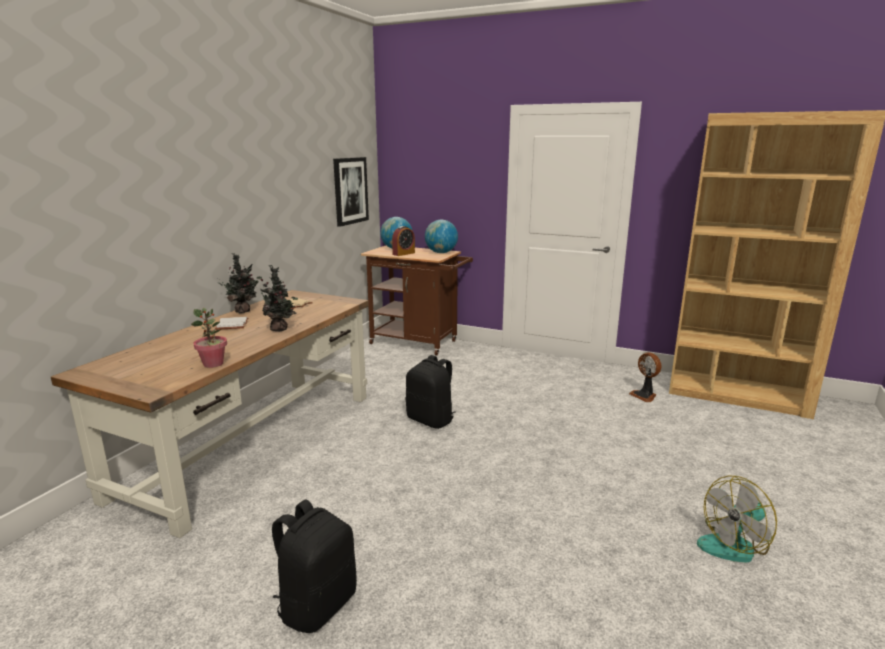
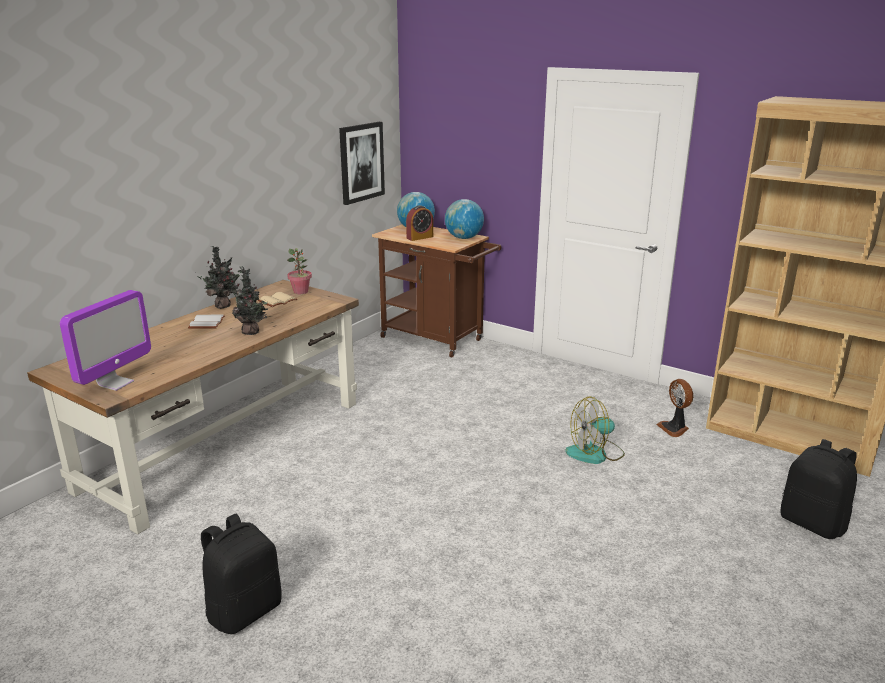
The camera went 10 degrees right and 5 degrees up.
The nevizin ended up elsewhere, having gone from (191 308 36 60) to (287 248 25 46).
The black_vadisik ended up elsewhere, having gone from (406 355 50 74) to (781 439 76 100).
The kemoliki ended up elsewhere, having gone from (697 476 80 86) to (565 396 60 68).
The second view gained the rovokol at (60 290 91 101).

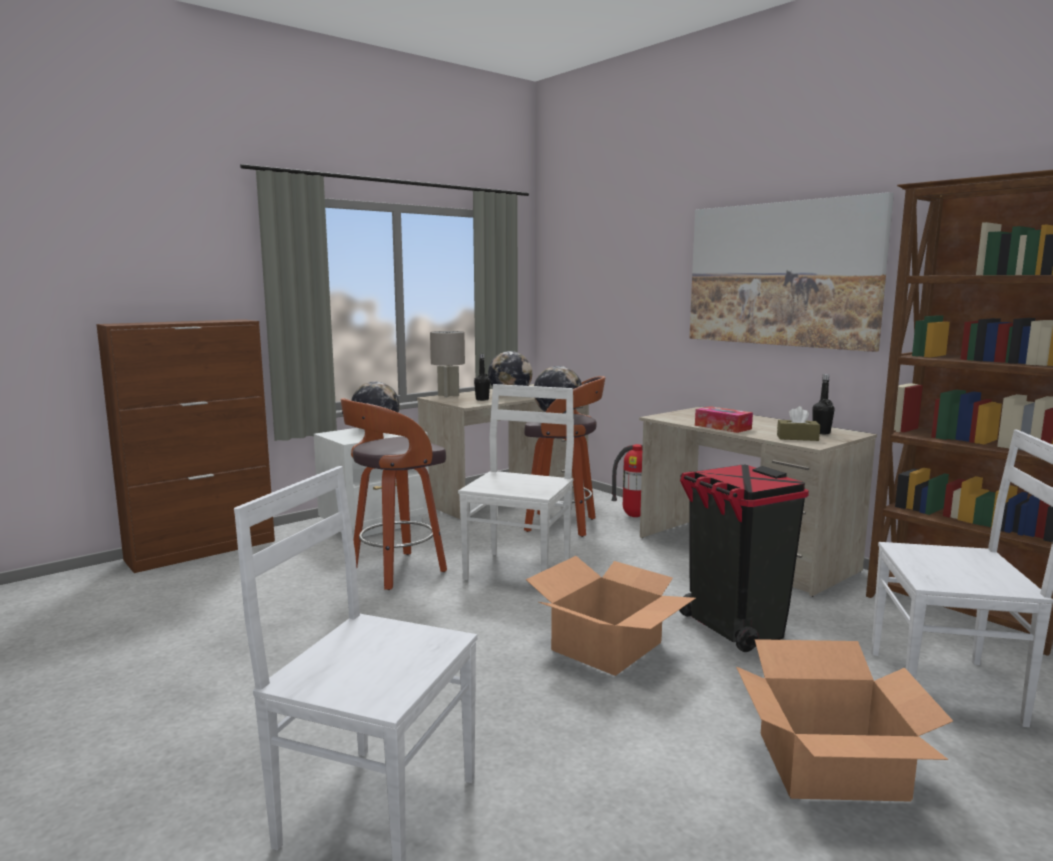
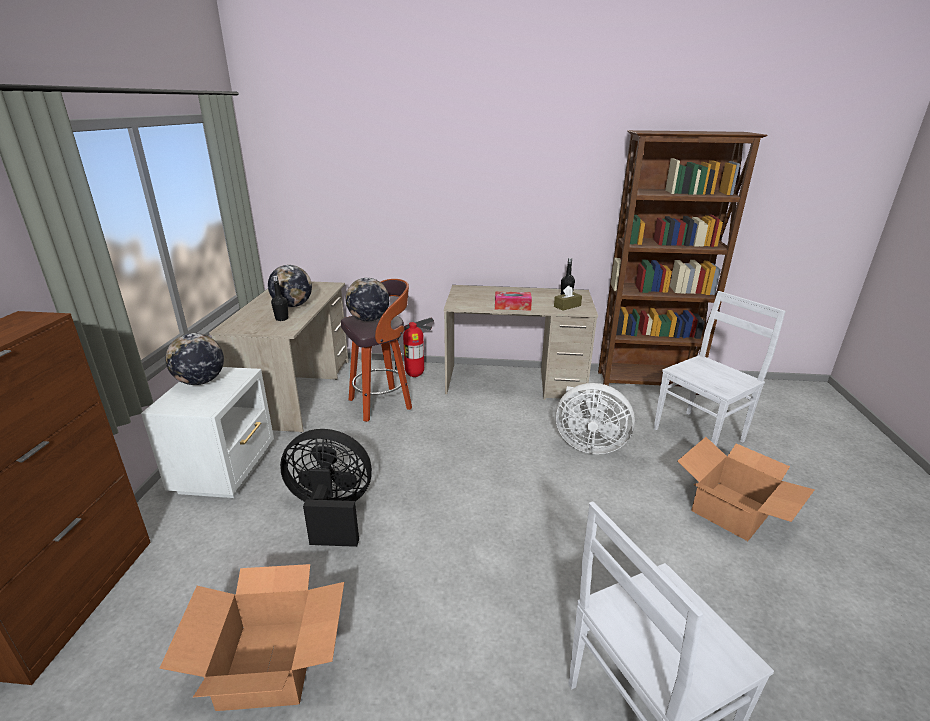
The camera went 45 degrees left and 15 degrees up.
The second view lost the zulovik at (689 192 205 160).
The second view lost the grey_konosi at (430 331 35 66).
The second view lost the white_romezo at (458 384 116 196).
Where the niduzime stood at (341 398 106 192), the black_kemoliki came to stand at (280 429 92 118).
Where the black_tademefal stood at (679 465 130 187), the white_kemoliki came to stand at (556 383 79 71).
The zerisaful ended up elsewhere, having gone from (526 556 170 120) to (159 564 185 147).

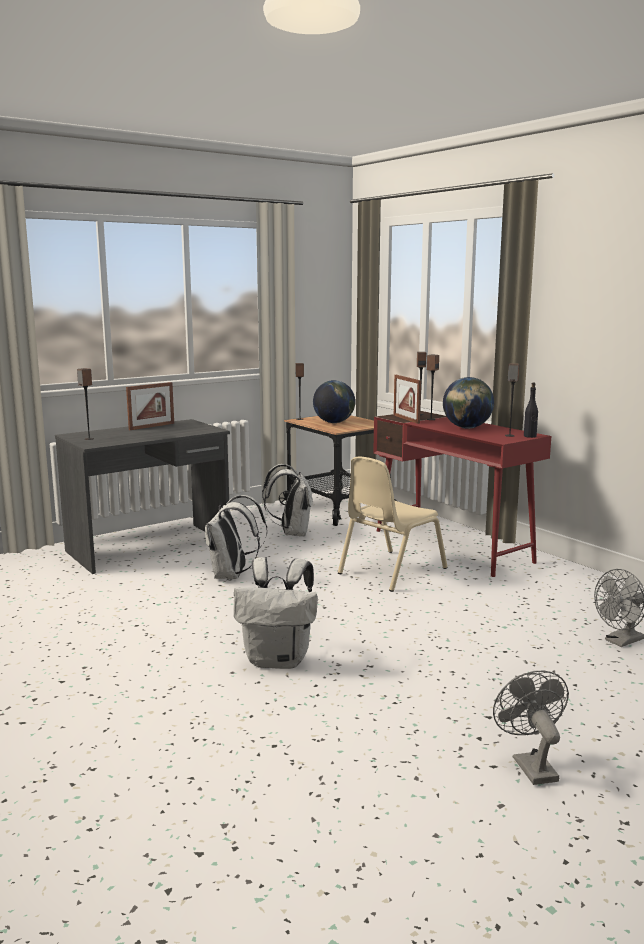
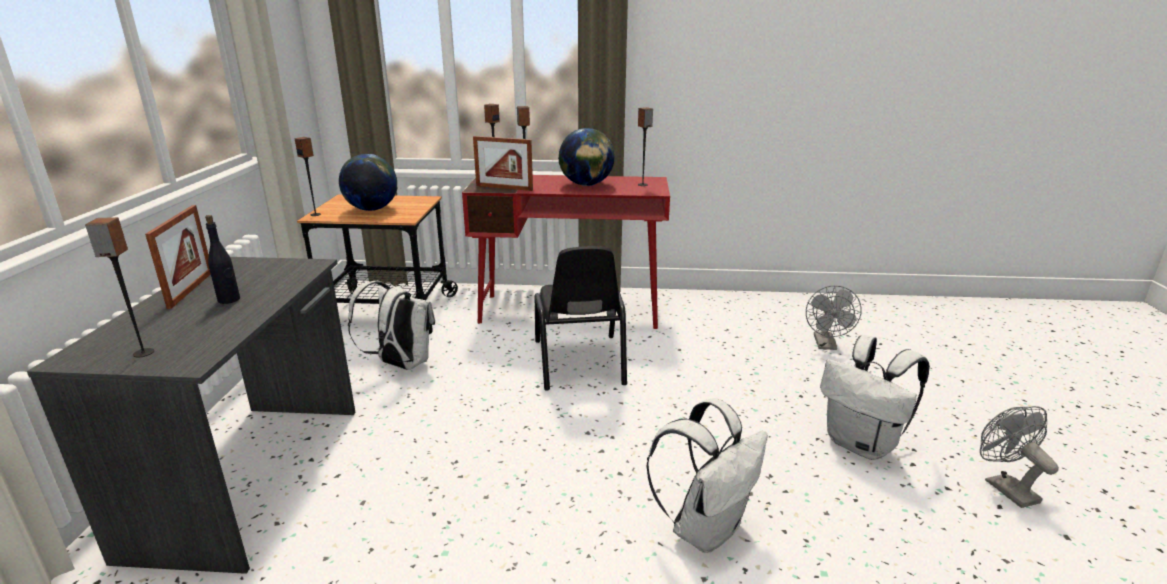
The camera went 50 degrees left and 10 degrees up.
The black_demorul ended up elsewhere, having gone from (524 383 14 55) to (205 215 35 89).
What was the beige_romezo at (338 456 110 136) turned into the black_romezo at (535 246 92 145).
The white_vadisik ended up elsewhere, having gone from (205 495 62 84) to (820 335 110 125).
The grey_kemoliki at (493 670 76 115) ended up facing another way, 45 degrees clockwise from before.

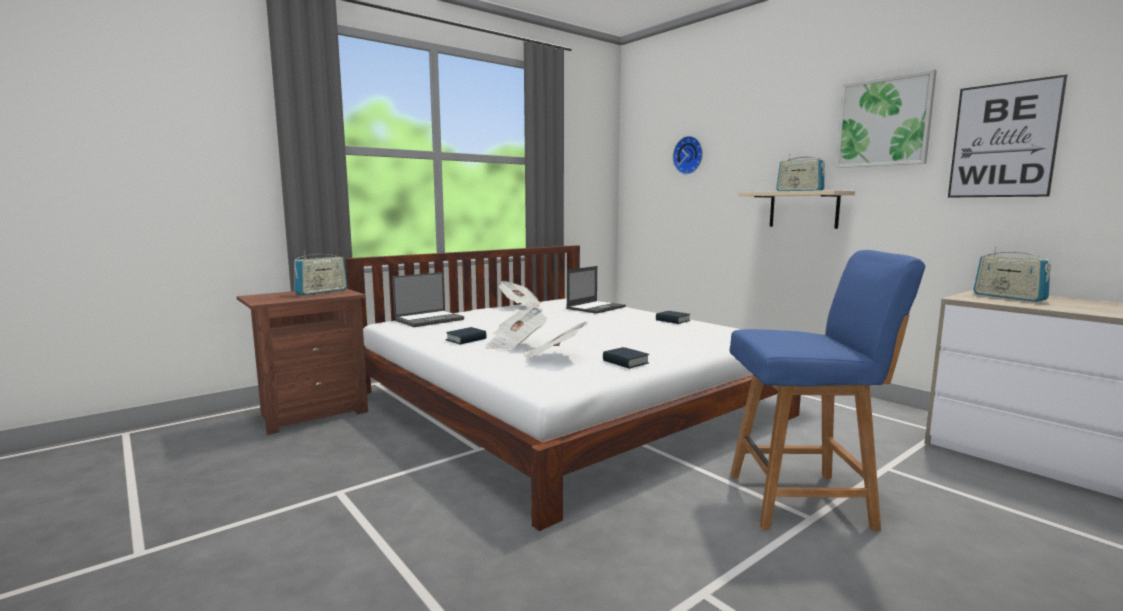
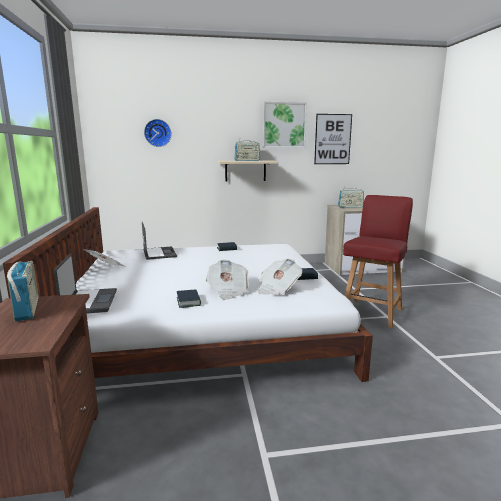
The camera went 60 degrees left and 5 degrees up.
What was the blue_romezo at (730 250 195 281) turned into the red_romezo at (343 195 70 133).

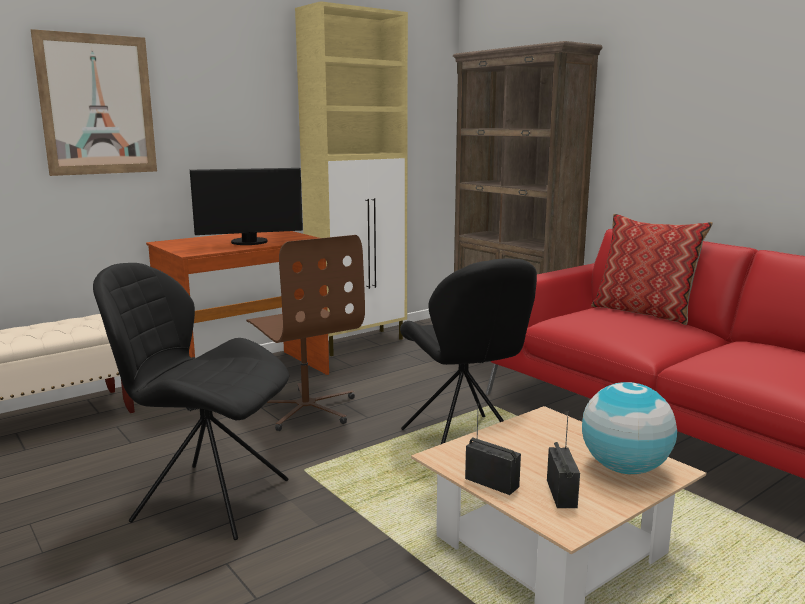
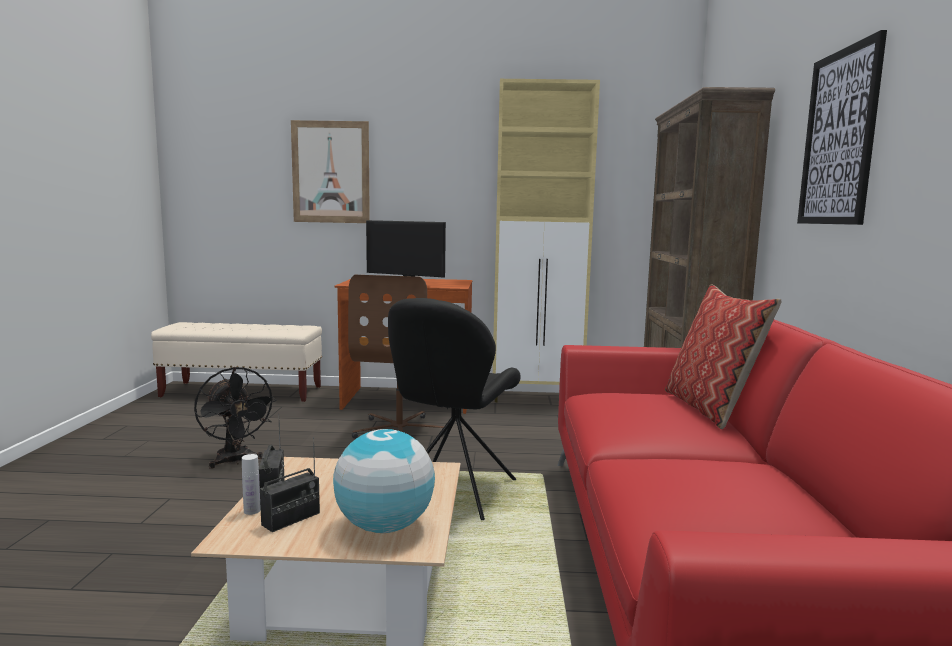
The camera went 40 degrees right and 5 degrees down.
Where the black_romezo stood at (93 263 196 277), the black_kemoliki came to stand at (194 367 82 102).
The second view gained the zulovik at (797 30 90 195).
The second view gained the white_demorul at (242 454 19 61).

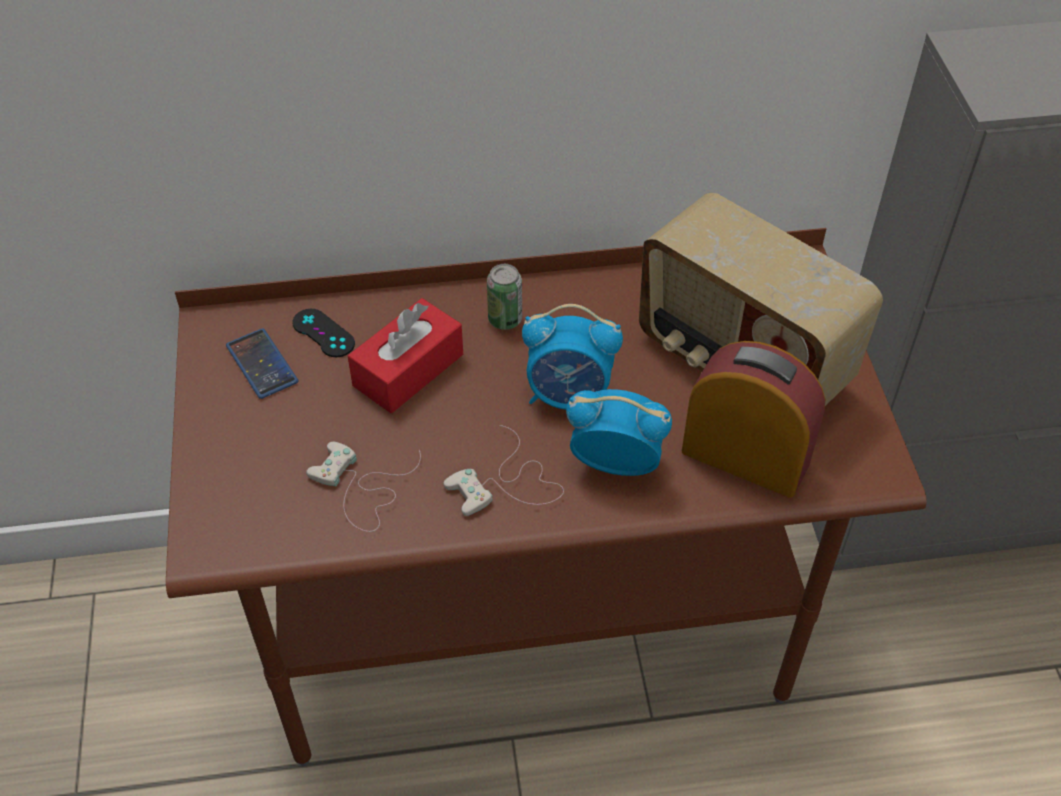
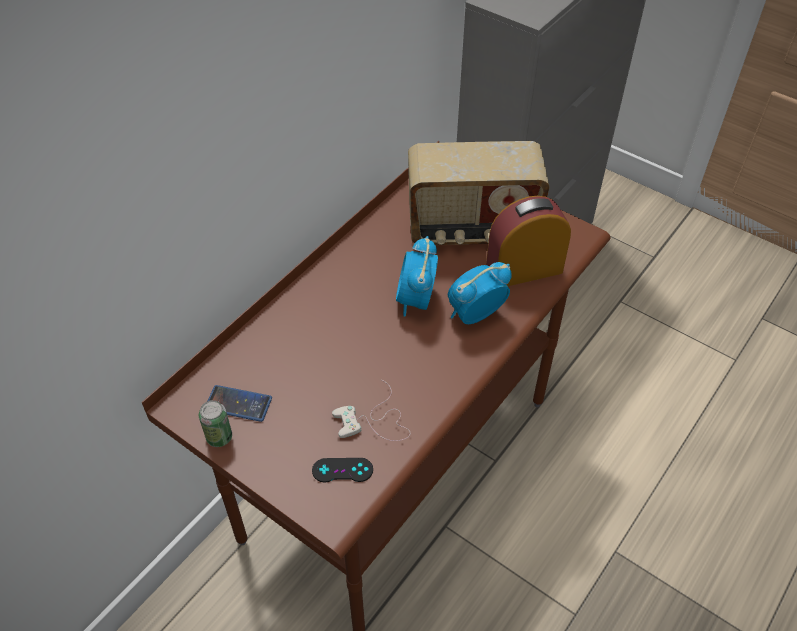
The camera went 45 degrees left and 0 degrees up.
The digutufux ended up elsewhere, having gone from (487 264 35 66) to (199 400 33 47).
The second view lost the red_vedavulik at (348 298 115 115).
The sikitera at (522 304 101 106) ended up facing another way, 135 degrees clockwise from before.
The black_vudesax ended up elsewhere, having gone from (292 309 63 48) to (312 458 61 25).
The second view lost the white_vudesax at (443 425 121 91).

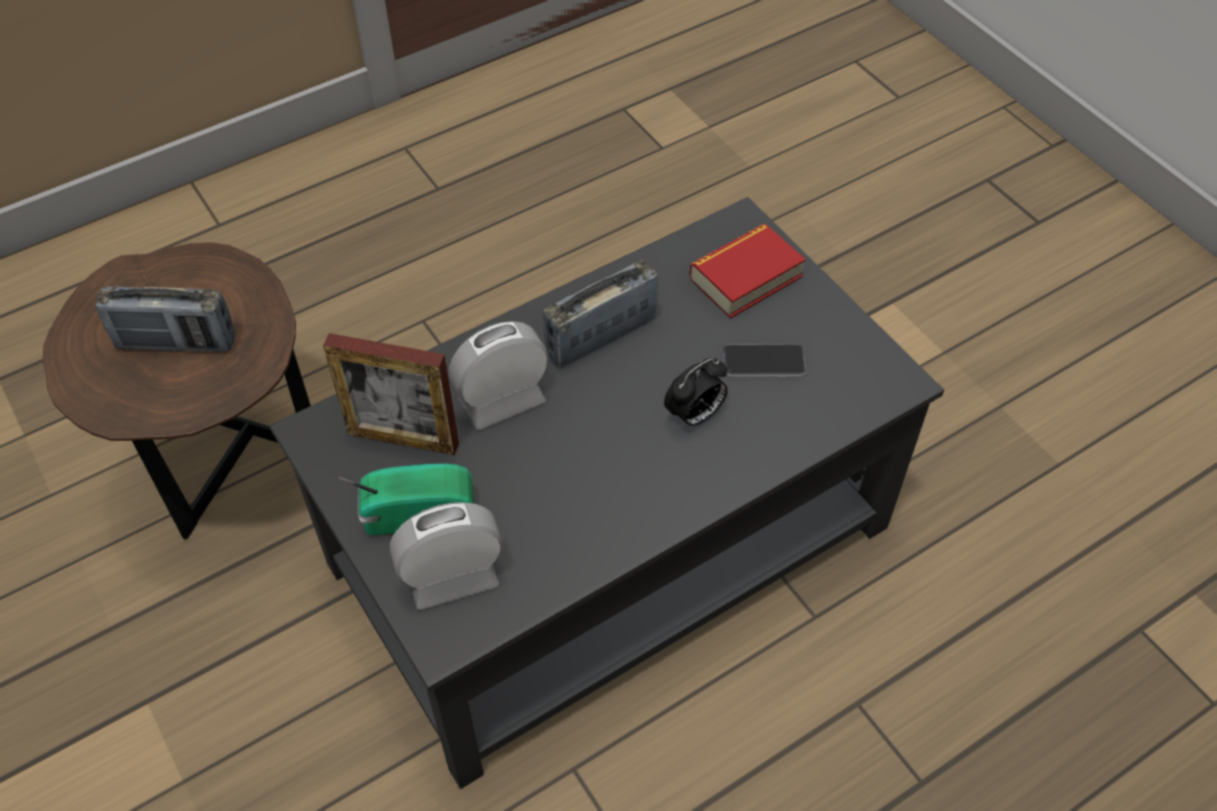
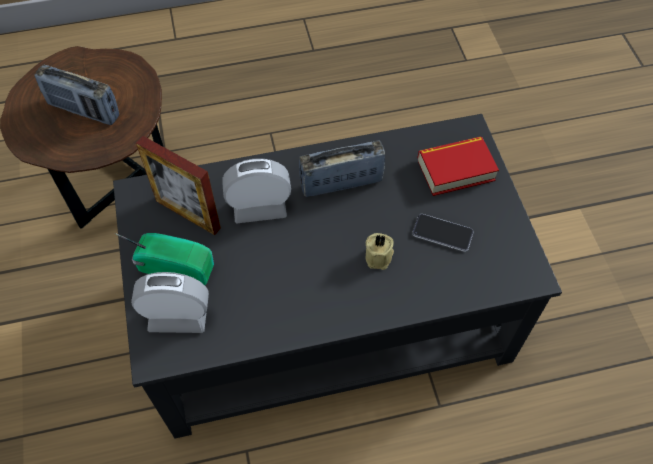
The camera went 20 degrees right and 5 degrees up.
Where the sikitera stood at (664 358 64 70), the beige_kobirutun came to stand at (366 233 28 37).

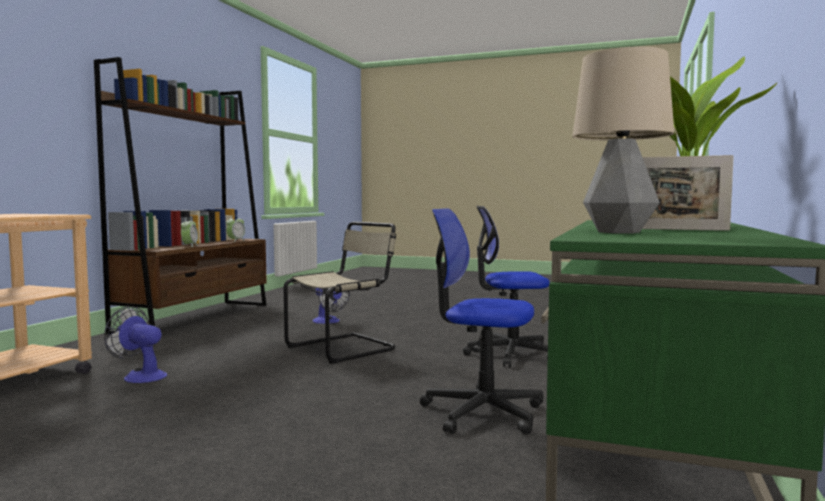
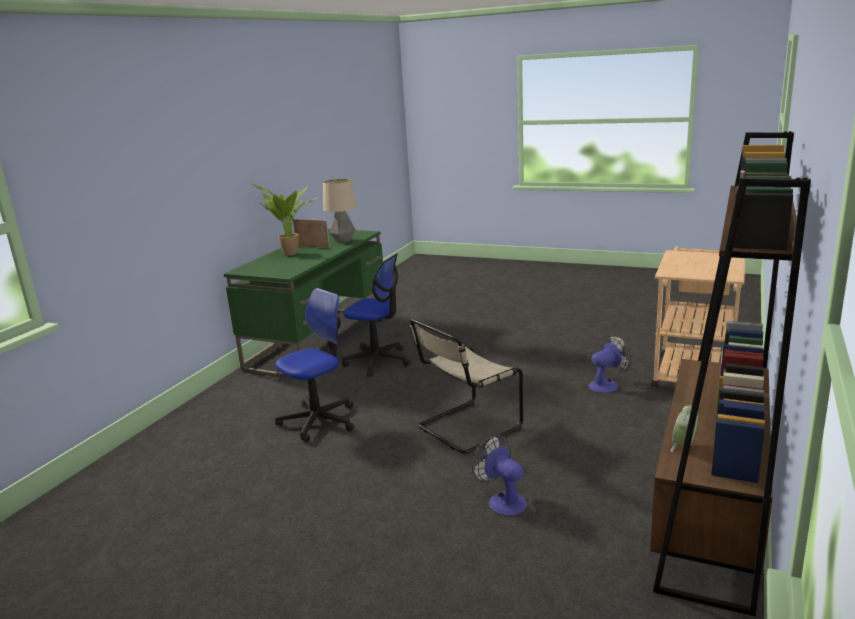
The camera went 175 degrees left and 15 degrees up.
The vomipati at (463 206 87 161) ended up facing another way, 45 degrees counterclockwise from before.
The second view lost the sikitera at (181 218 18 29).
The kemoliki at (104 306 63 77) ended up facing another way, 60 degrees counterclockwise from before.

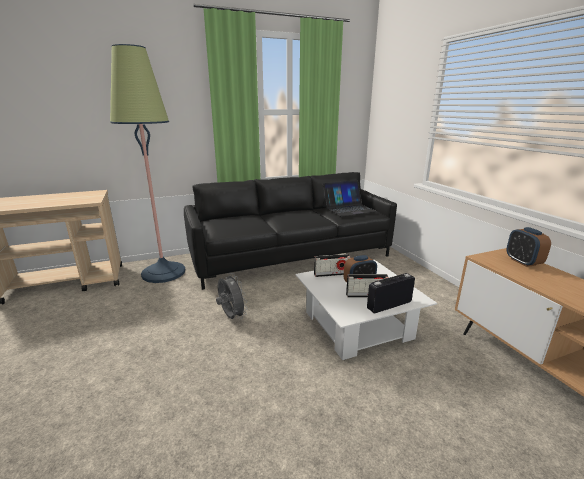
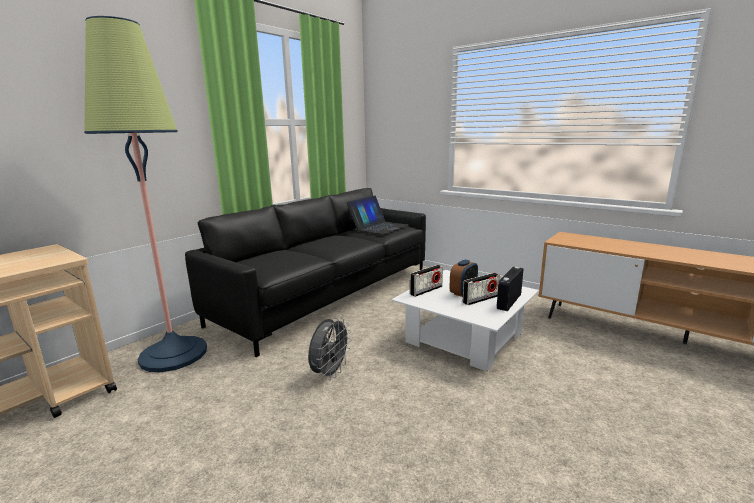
The camera went 30 degrees left and 5 degrees down.
The second view lost the sikitera at (507 227 44 40).
The grey_kemoliki at (216 273 32 46) ended up facing another way, 90 degrees clockwise from before.

